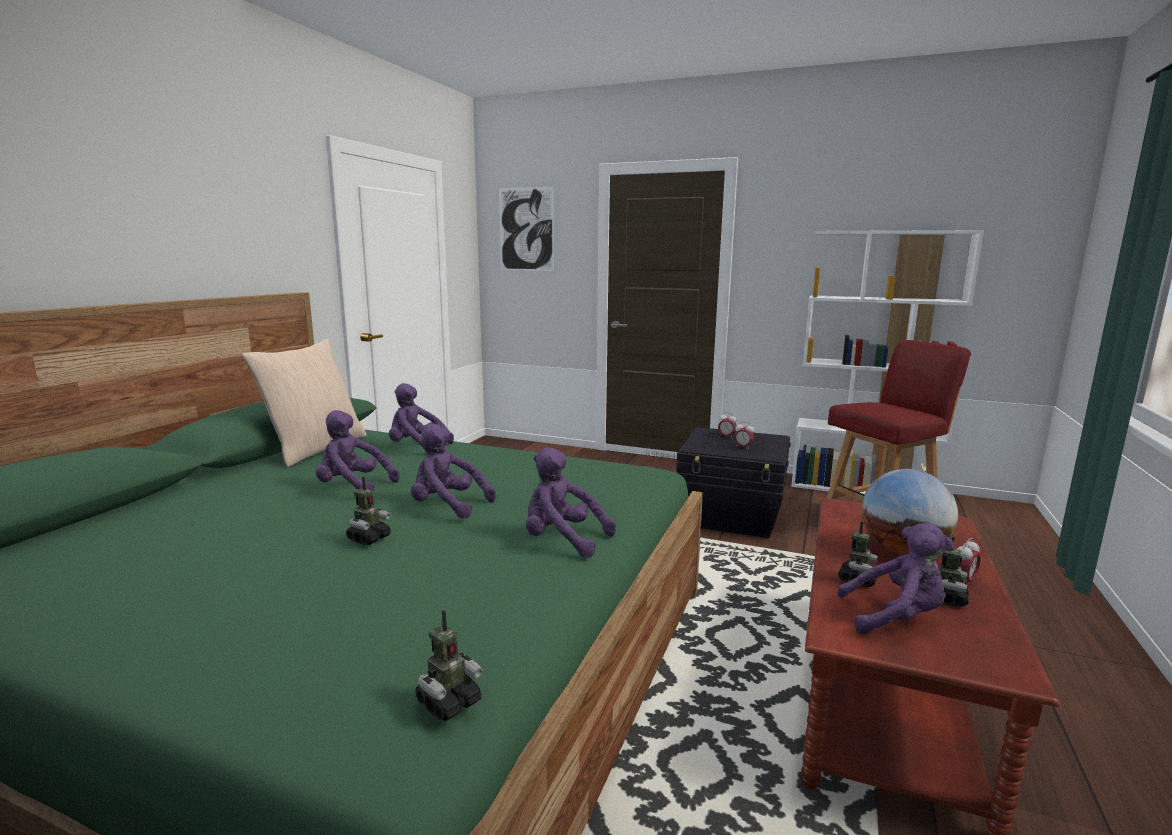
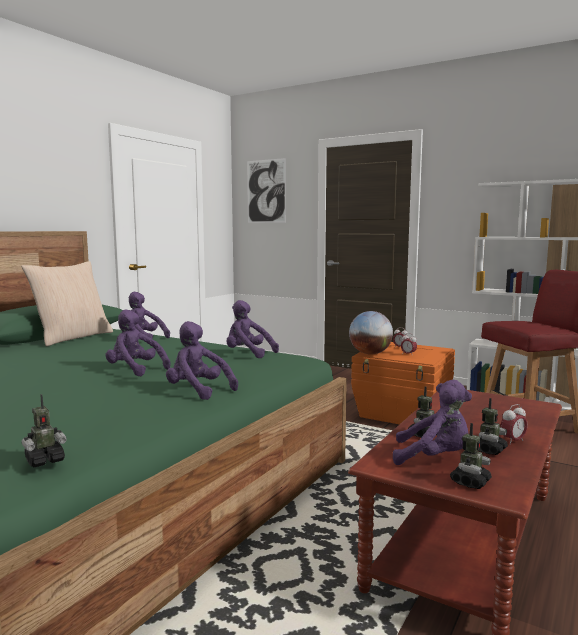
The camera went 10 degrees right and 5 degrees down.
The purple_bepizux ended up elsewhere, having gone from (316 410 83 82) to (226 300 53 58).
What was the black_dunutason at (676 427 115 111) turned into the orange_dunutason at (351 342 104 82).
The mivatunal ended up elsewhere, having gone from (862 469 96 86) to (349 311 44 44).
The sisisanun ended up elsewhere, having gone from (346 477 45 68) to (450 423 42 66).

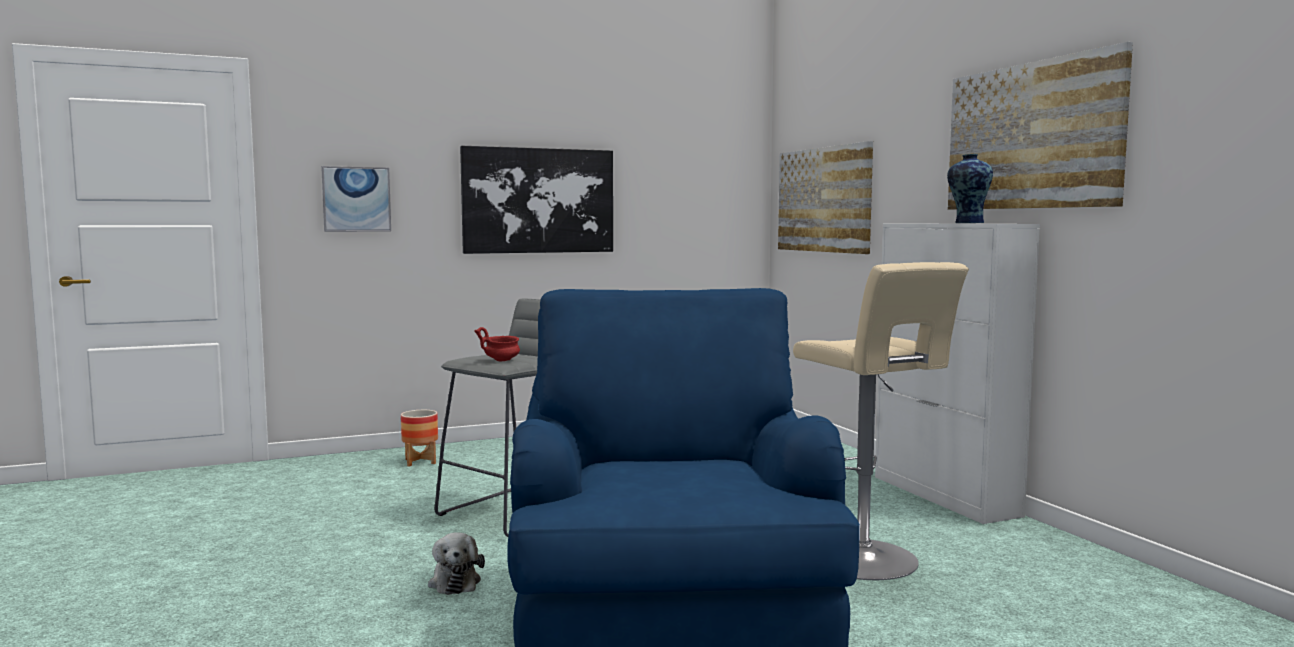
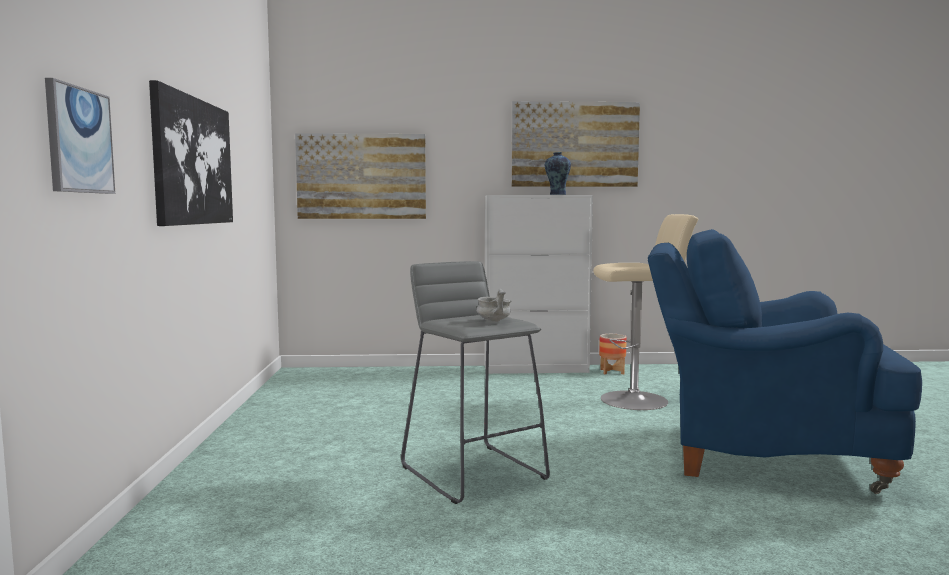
The camera went 70 degrees left and 0 degrees up.
What was the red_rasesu at (474 327 46 34) turned into the grey_rasesu at (476 289 35 33).
The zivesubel ended up elsewhere, having gone from (401 410 37 57) to (599 334 28 41).
The second view lost the bepizux at (428 532 57 63).

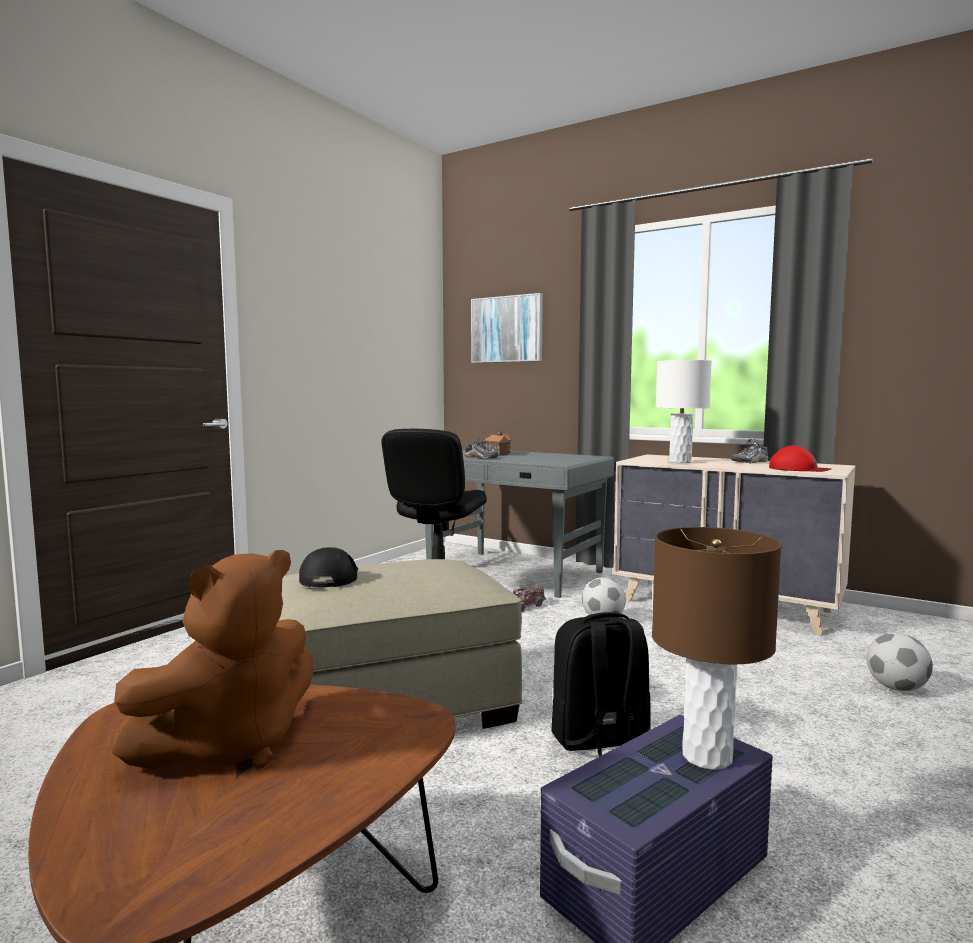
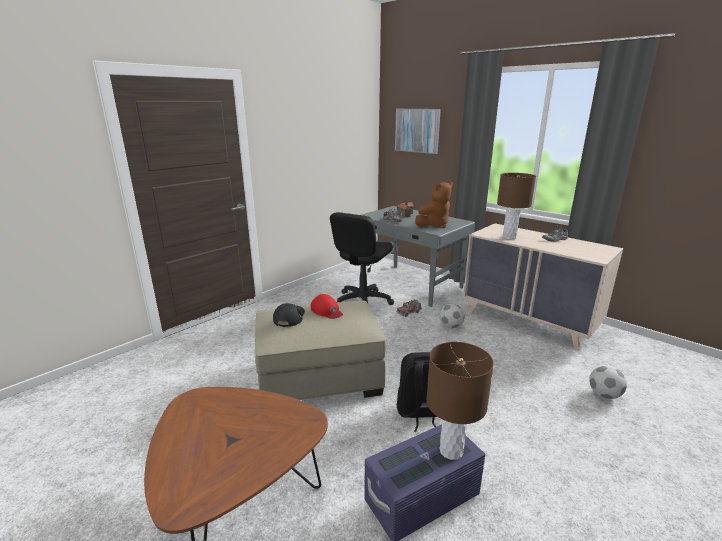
The camera went 10 degrees right and 15 degrees up.
What was the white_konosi at (656 360 56 103) turned into the brown_konosi at (497 173 39 66).
The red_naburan ended up elsewhere, having gone from (769 446 62 26) to (311 294 32 25).
The brown_bepizux ended up elsewhere, having gone from (111 550 202 220) to (415 182 38 46).

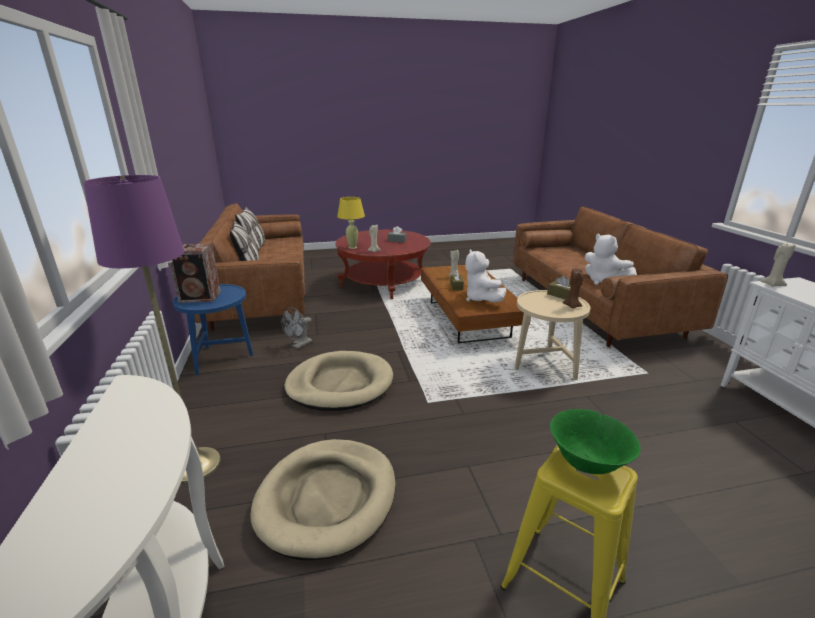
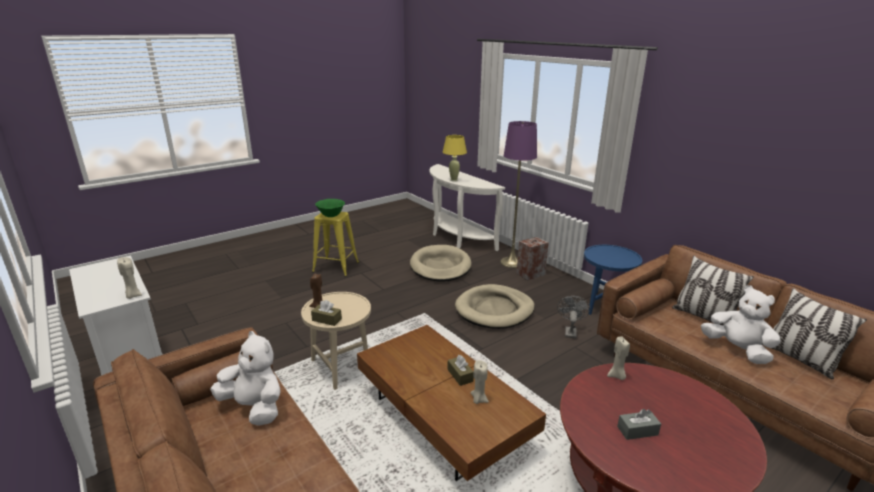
The camera went 155 degrees right and 0 degrees up.
The yellow_konosi ended up elsewhere, having gone from (337 197 28 52) to (443 135 24 46).
The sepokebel ended up elsewhere, having gone from (170 244 51 59) to (516 237 33 43).
The white_bepizux ended up elsewhere, having gone from (466 249 41 53) to (701 285 80 79).

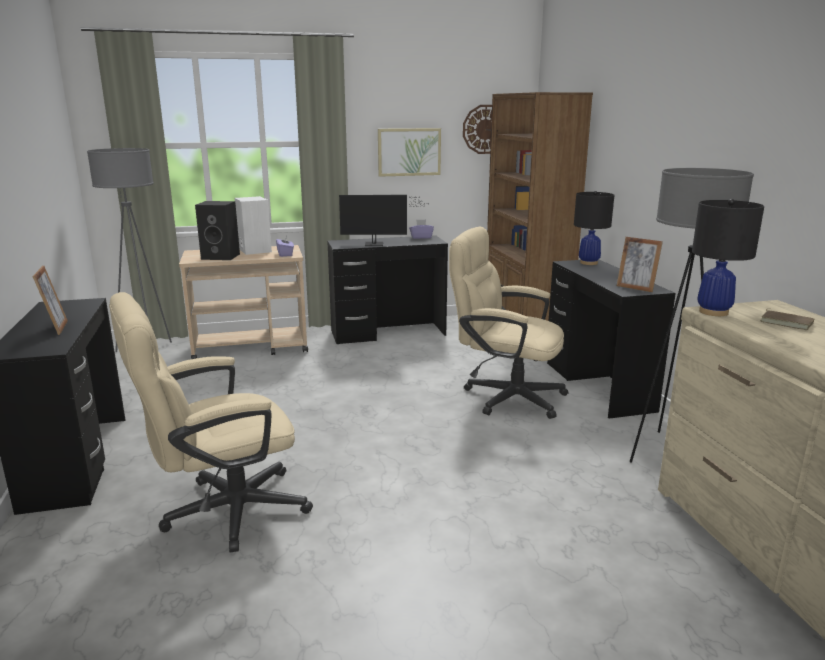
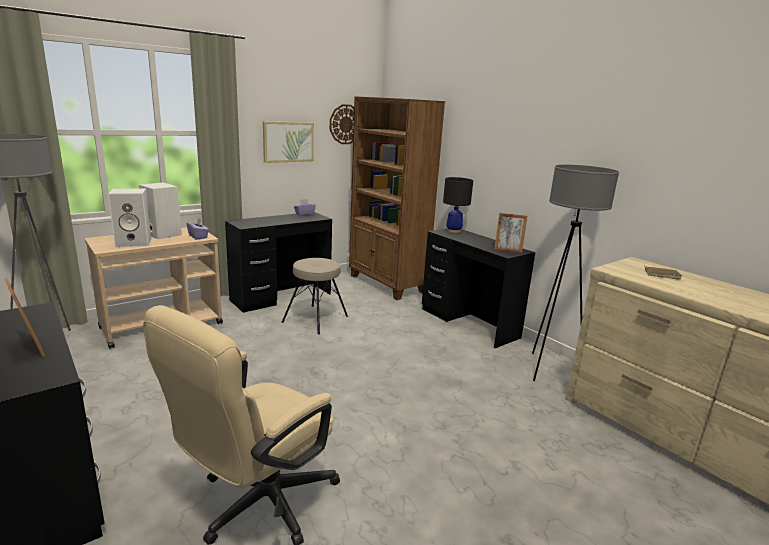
The camera went 25 degrees left and 0 degrees up.
The second view lost the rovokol at (339 195 89 51).
The second view lost the black_konosi at (692 199 72 117).
What was the black_sepokebel at (195 201 45 59) turned into the white_sepokebel at (108 189 43 59).
The second view lost the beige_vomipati at (449 227 120 192).
The second view gained the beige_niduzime at (282 258 66 76).

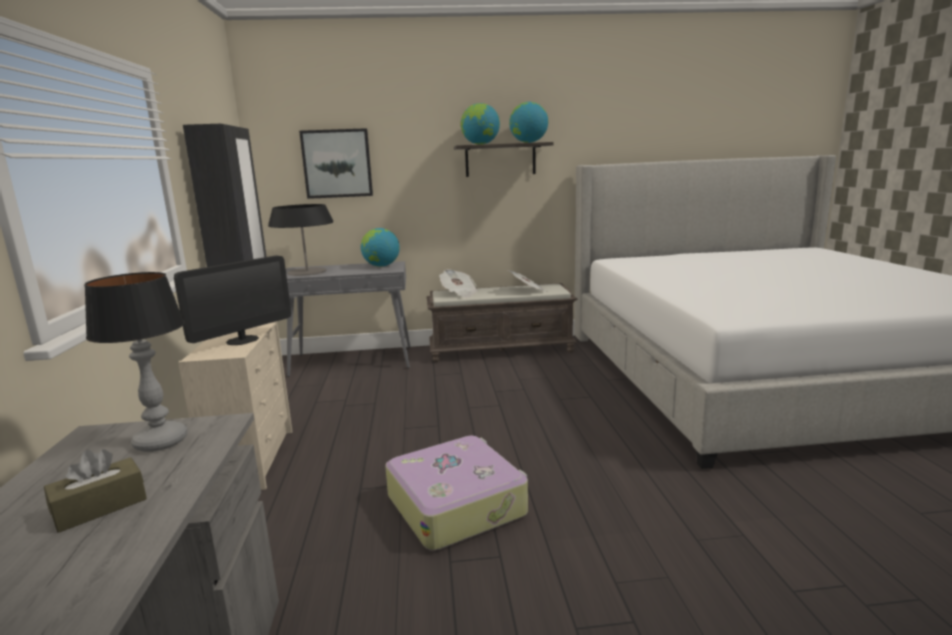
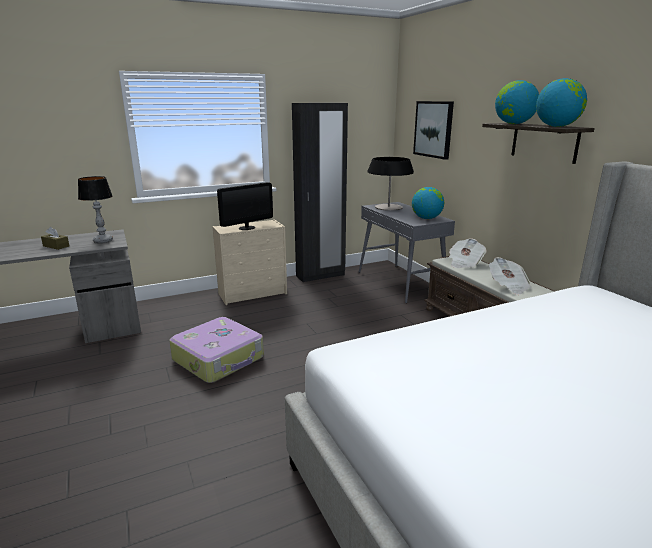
The camera went 70 degrees right and 5 degrees up.
The rovokol at (174 255 117 90) ended up facing another way, 60 degrees counterclockwise from before.

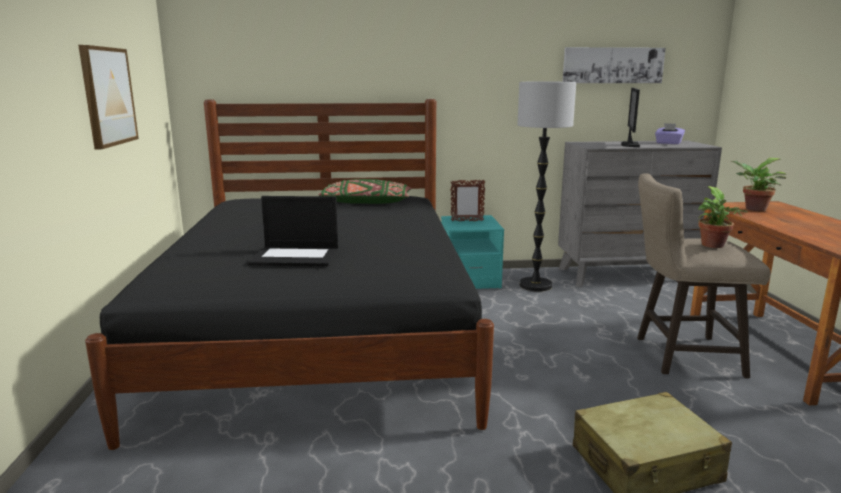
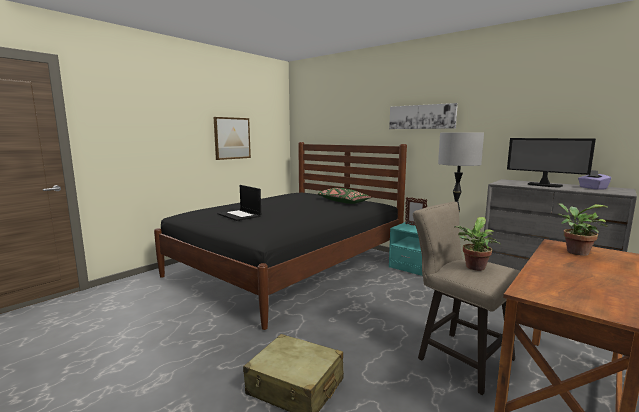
The camera went 45 degrees right and 5 degrees down.
The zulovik ended up elsewhere, having gone from (562 47 104 36) to (389 103 69 26).
The rovokol at (621 88 19 59) ended up facing another way, 105 degrees counterclockwise from before.

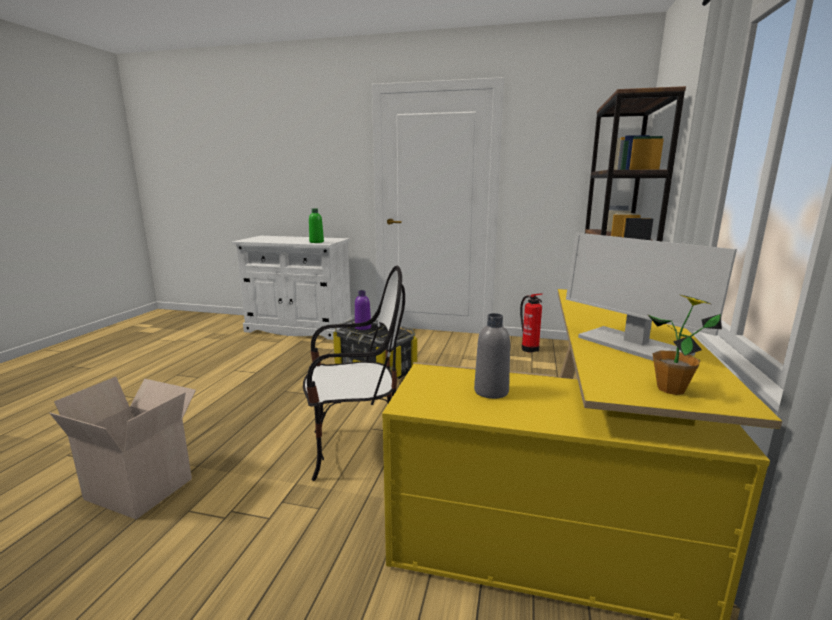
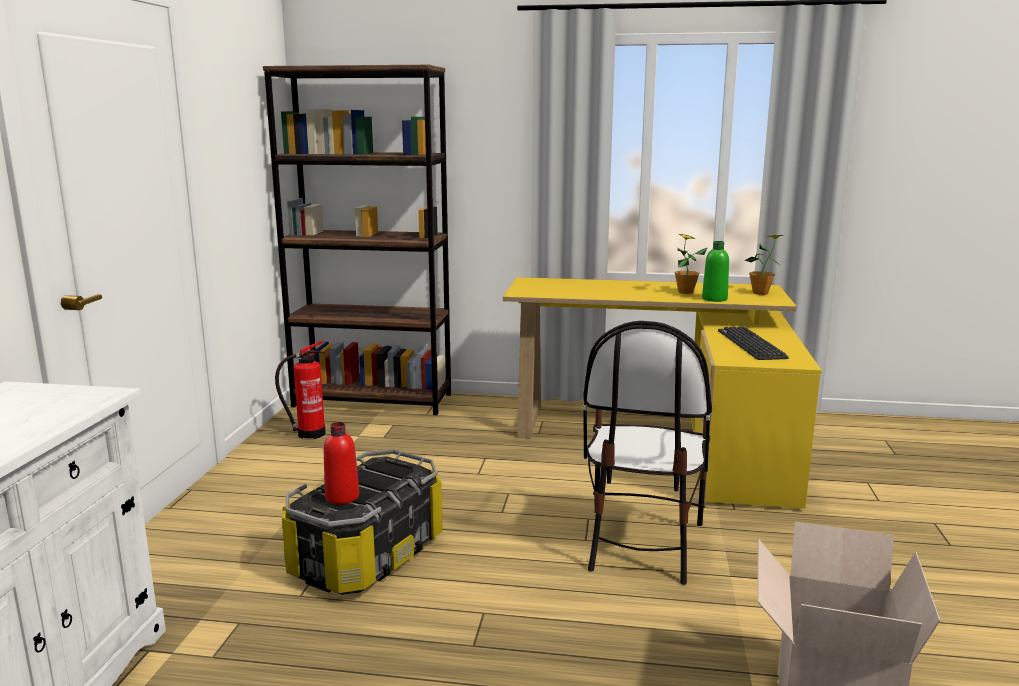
The camera went 95 degrees left and 0 degrees up.
The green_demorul ended up elsewhere, having gone from (309 208 15 35) to (702 241 27 61).
Where the rovokol stood at (566 233 171 128), the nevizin came to stand at (675 234 33 60).
The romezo at (303 266 102 215) ended up facing another way, 150 degrees counterclockwise from before.
What was the purple_demorul at (355 290 16 40) turned into the red_demorul at (324 422 35 82).
Where the grey_demorul stood at (474 313 36 86), the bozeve came to stand at (718 326 71 34).

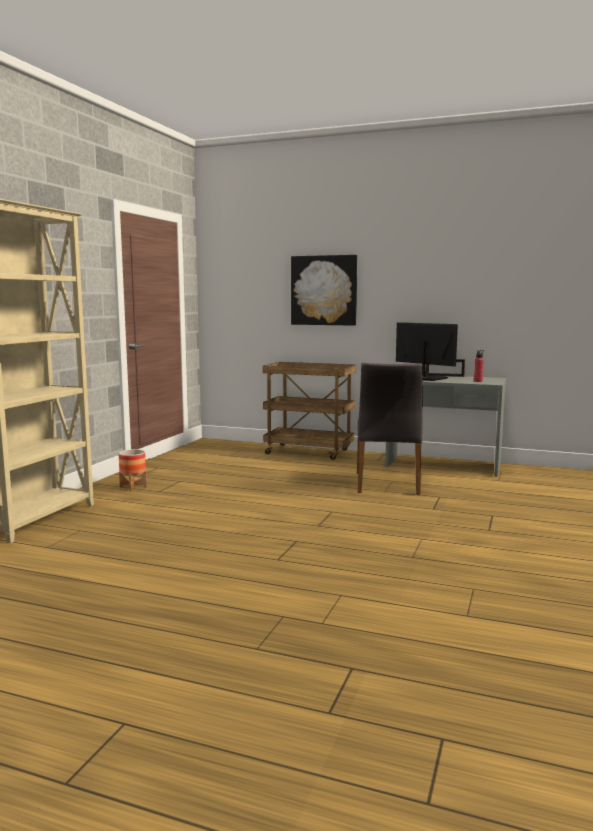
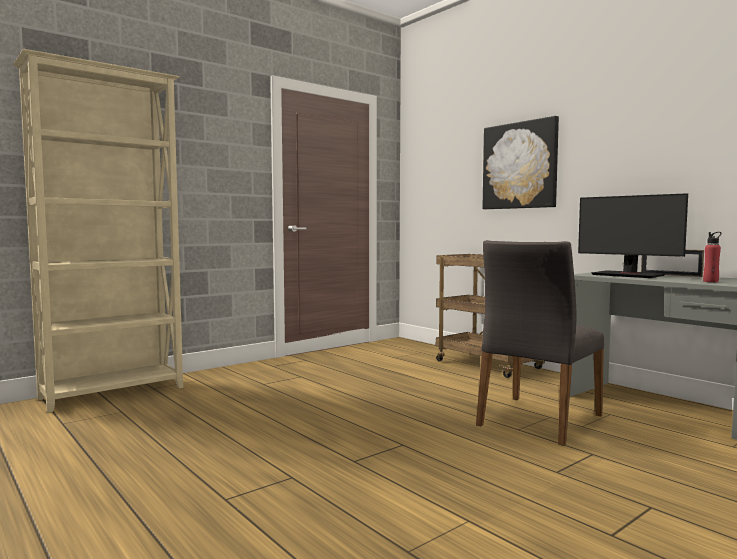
The camera went 30 degrees right and 5 degrees down.
The rovokol at (396 322 62 59) ended up facing another way, 150 degrees clockwise from before.
The second view lost the zivesubel at (119 449 28 42).

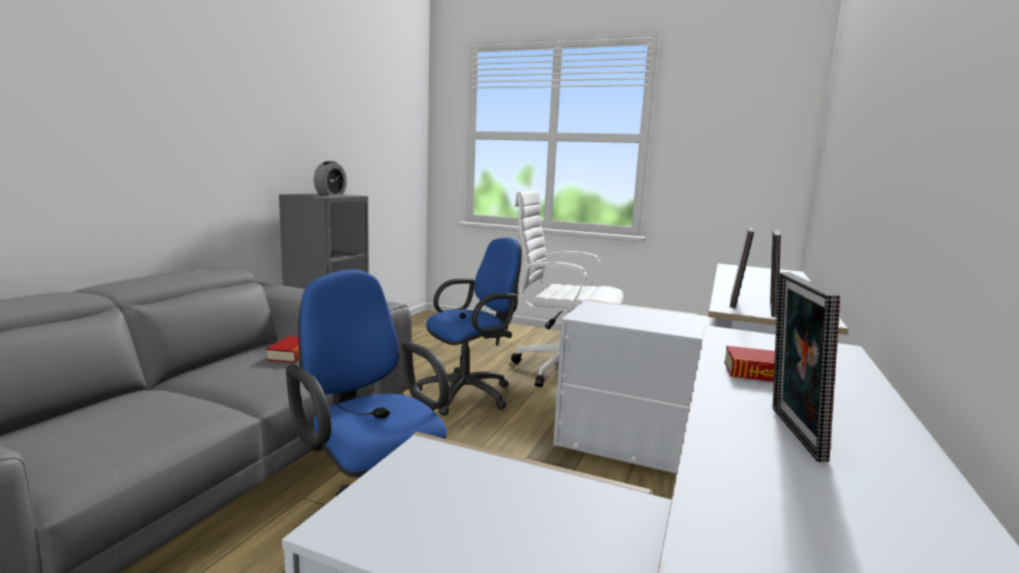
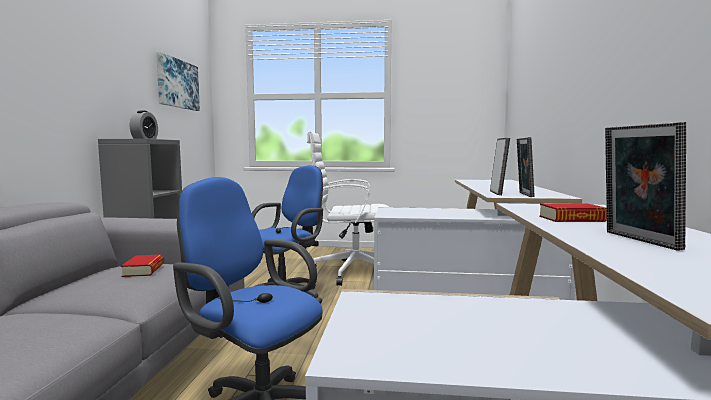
The camera went 15 degrees left and 5 degrees down.
The second view gained the zulovik at (156 52 44 59).

